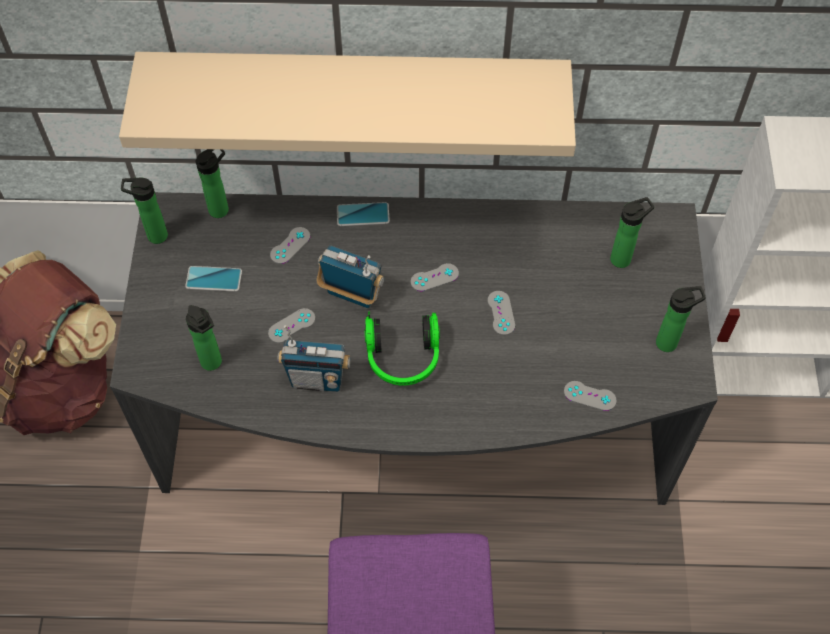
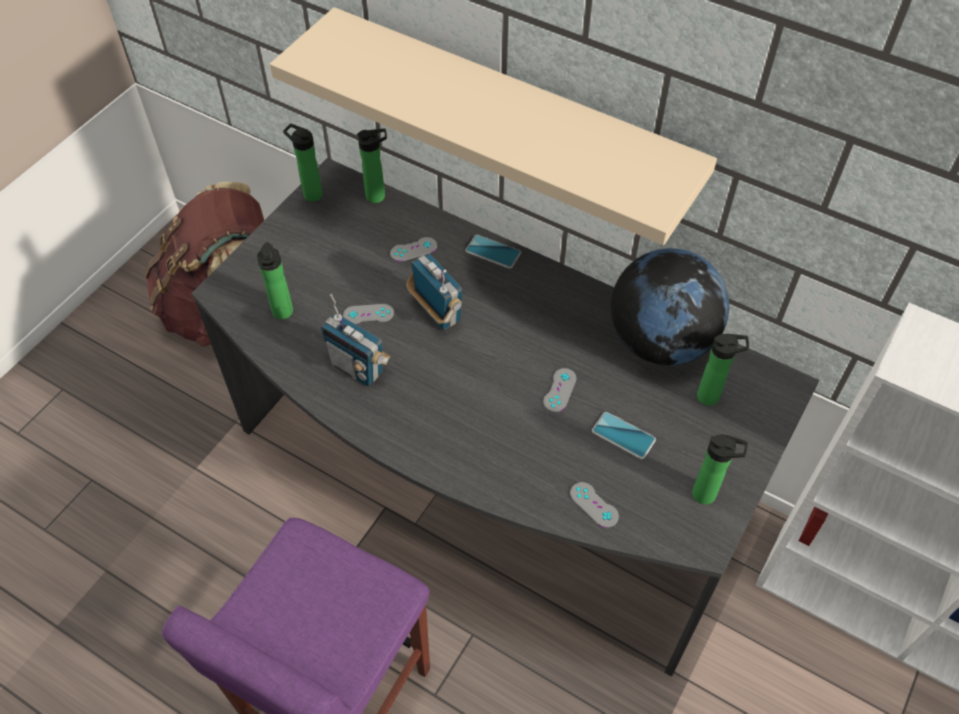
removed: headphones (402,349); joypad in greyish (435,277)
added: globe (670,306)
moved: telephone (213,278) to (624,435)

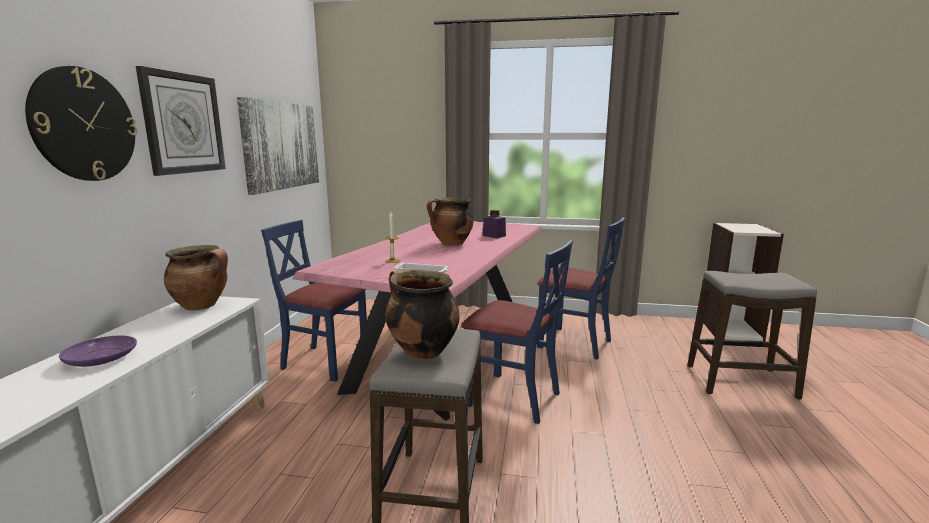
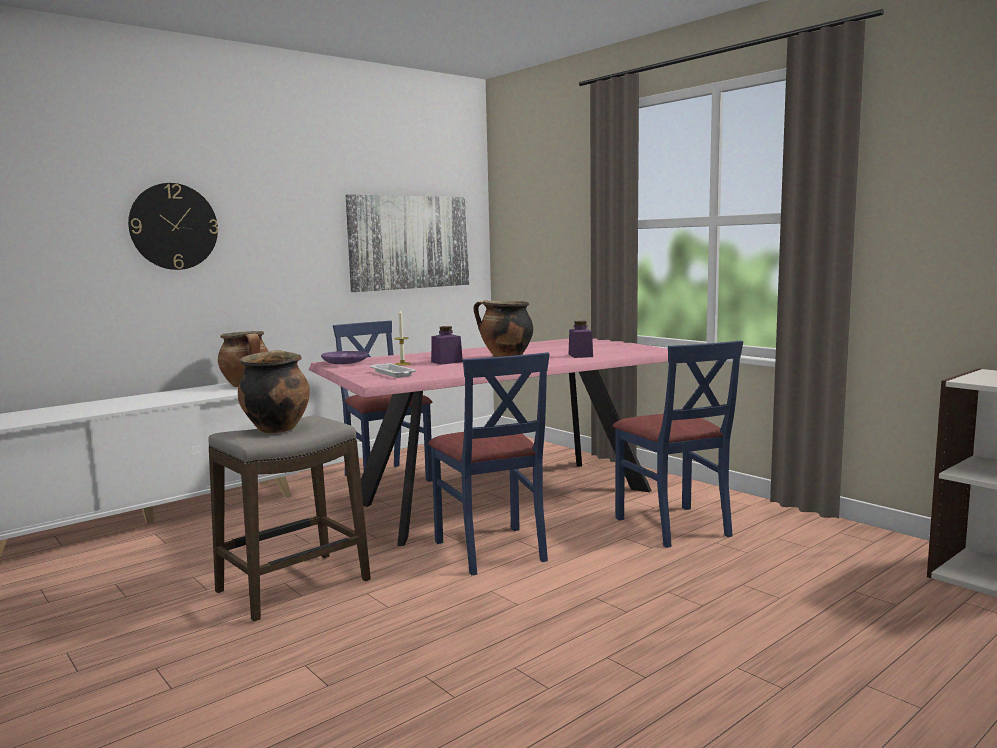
removed: wall clock (181,121); stool seat (752,335)
added: preserve jar in purple (447,345)
moved: plate in purple (98,351) to (344,357)

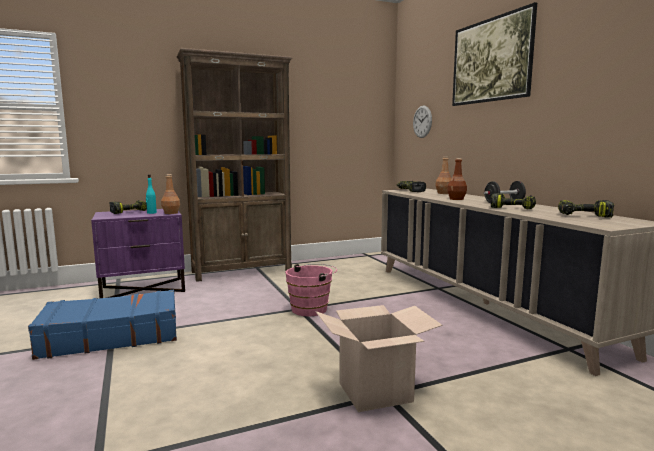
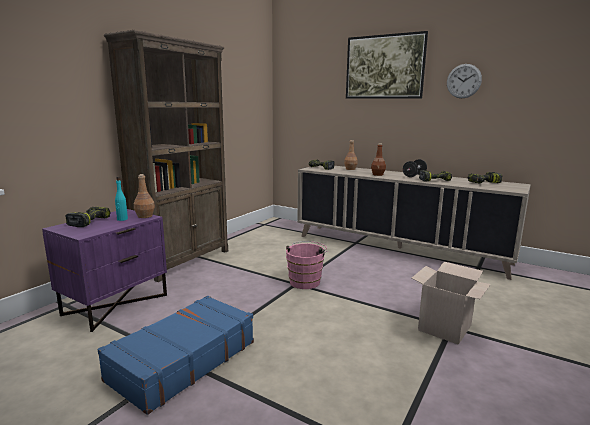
moved: wall clock (422,122) to (464,81)

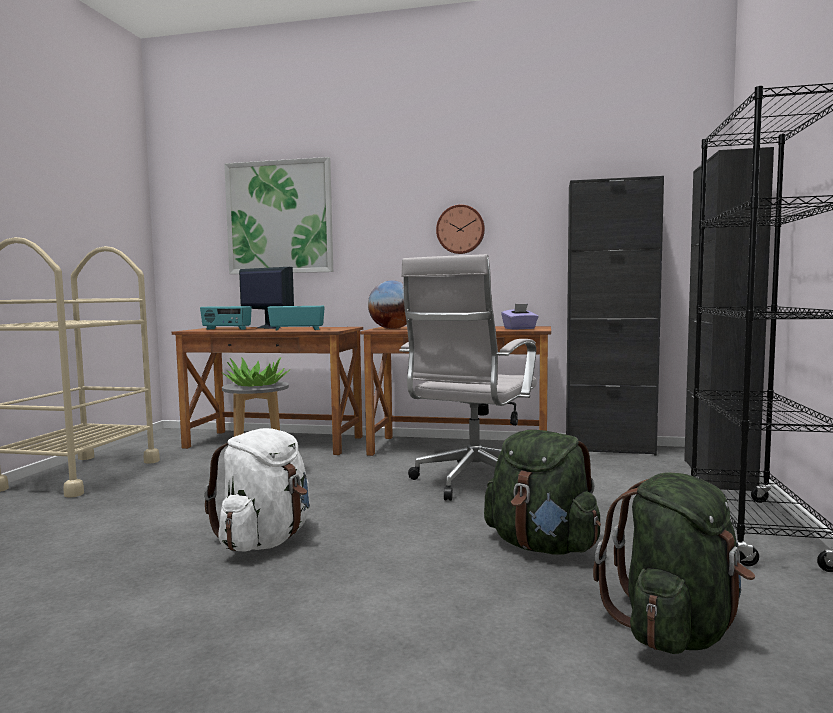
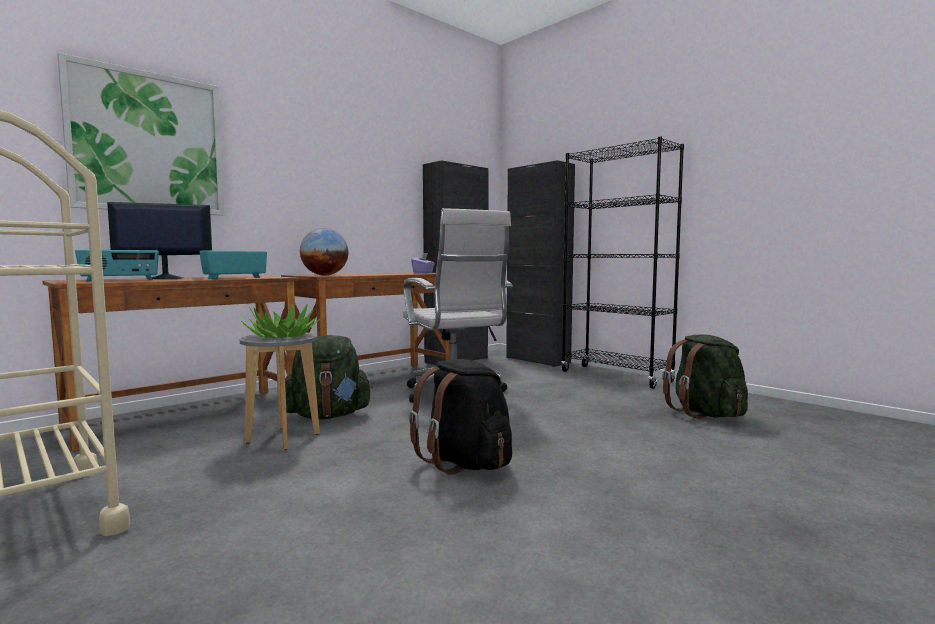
removed: wall clock (460,229)
moved: rucksack in greenish (542,492) to (329,377)
recoloured: rucksack in white-coloured (257,489) to rucksack in blackish (460,417)

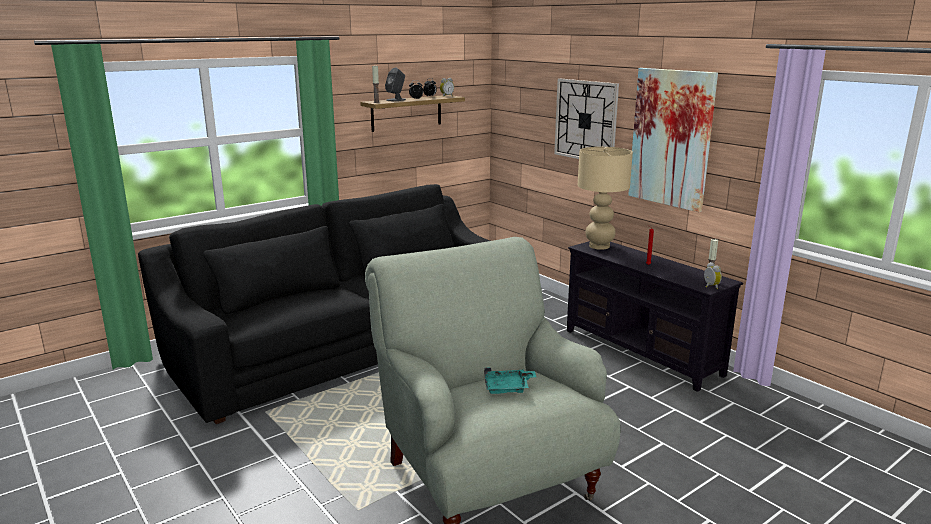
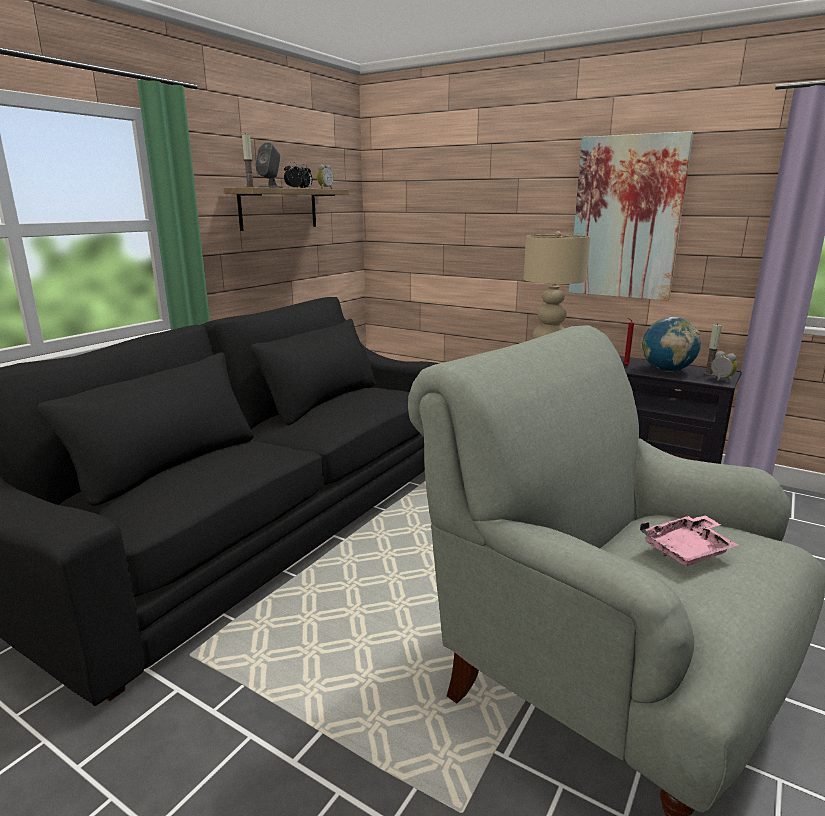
removed: wall clock (586,119)
added: globe (671,344)
recoloured: carrying tray in turquoise-coloured (510,380) to carrying tray in pink (689,540)

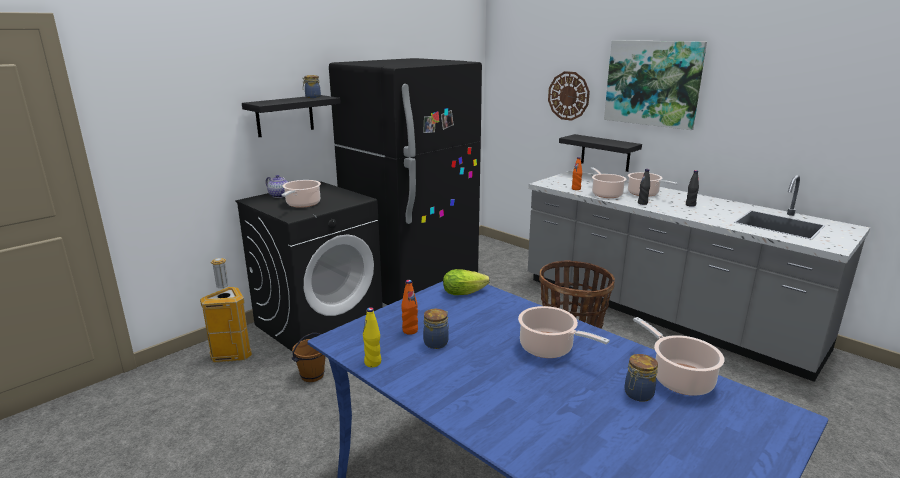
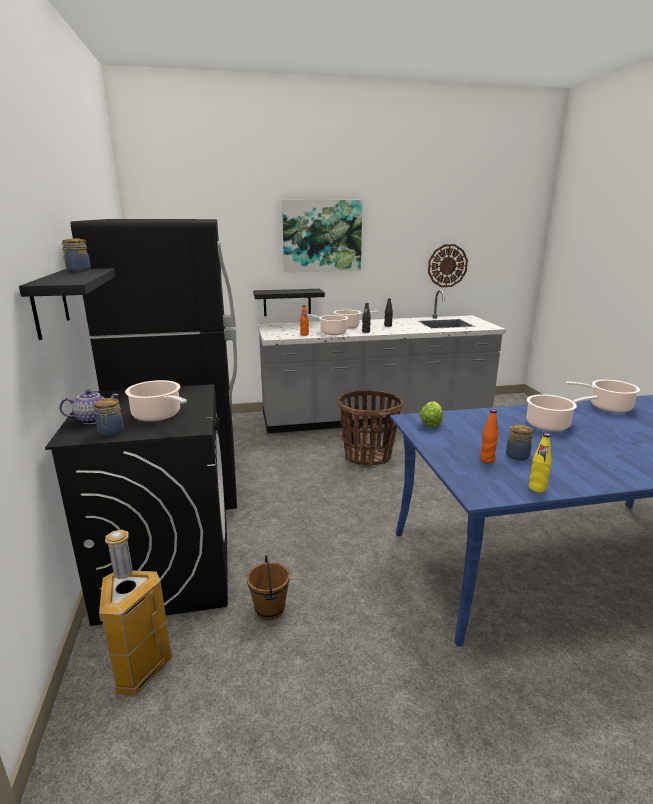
moved: wall clock (569,96) to (448,265); preserve jar (641,378) to (109,417)

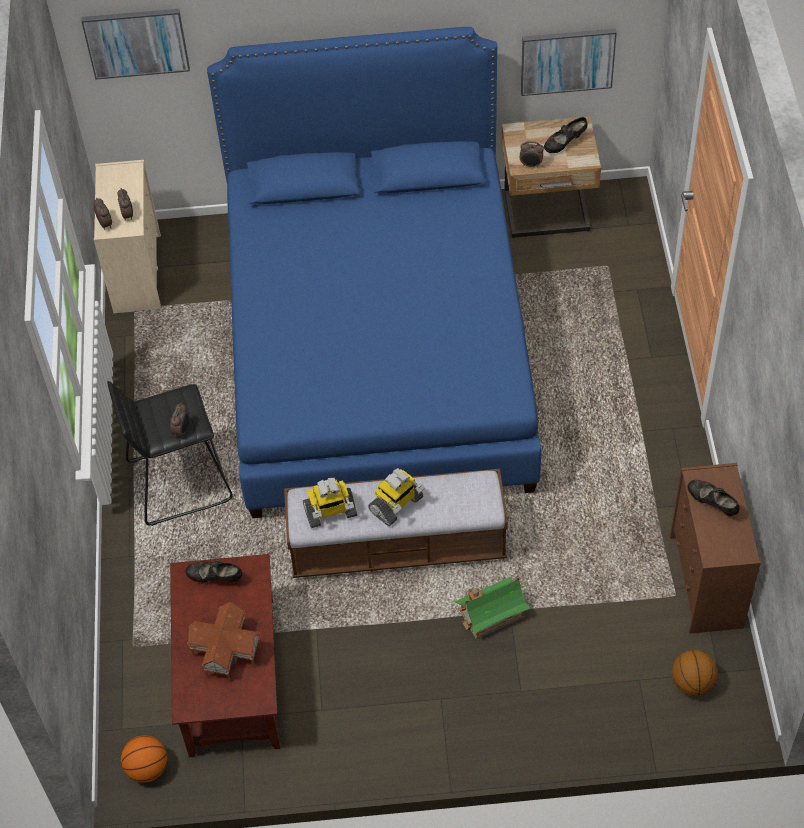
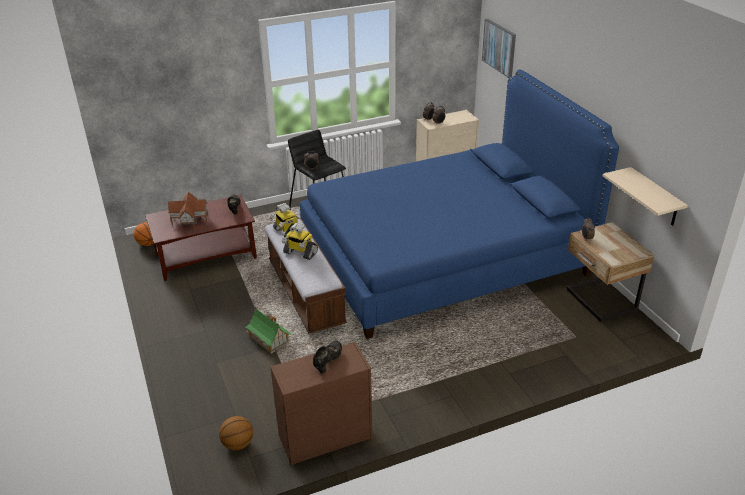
removed: shoe in blackish (566,135)
replaced: wall picture (569,62) to bracket shelf in sand-coloured (645,196)

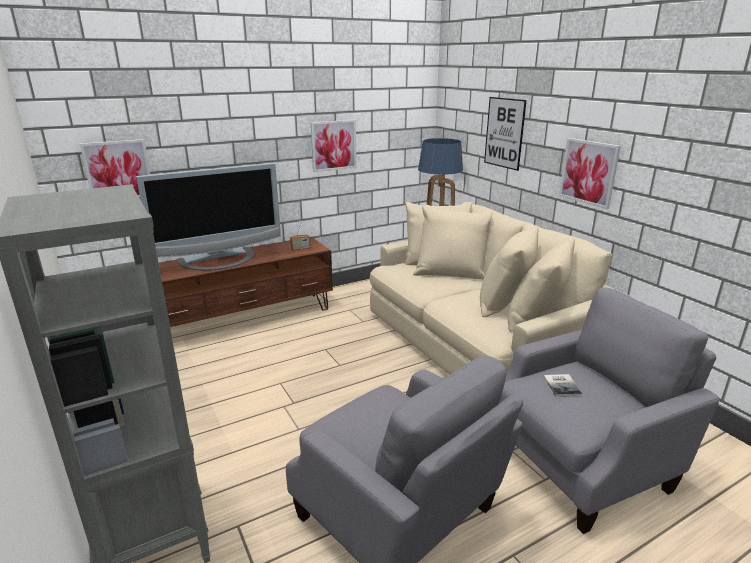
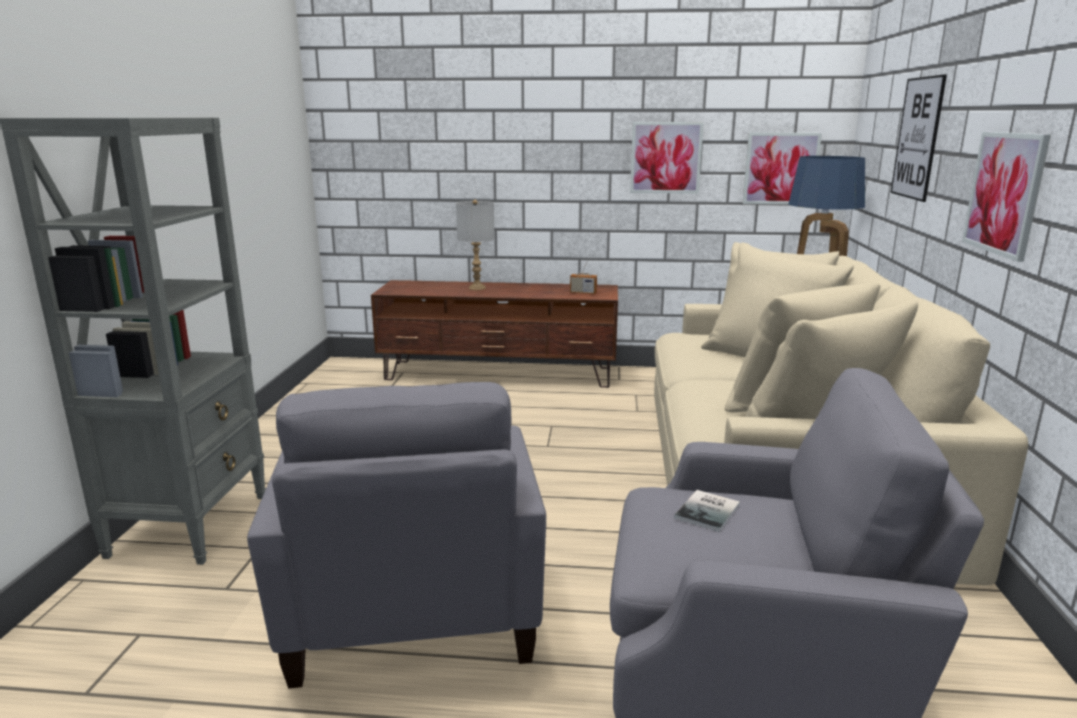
moved: wall picture (115,168) to (782,168)
replaced: television (208,216) to lamp for a table in greyish (475,245)

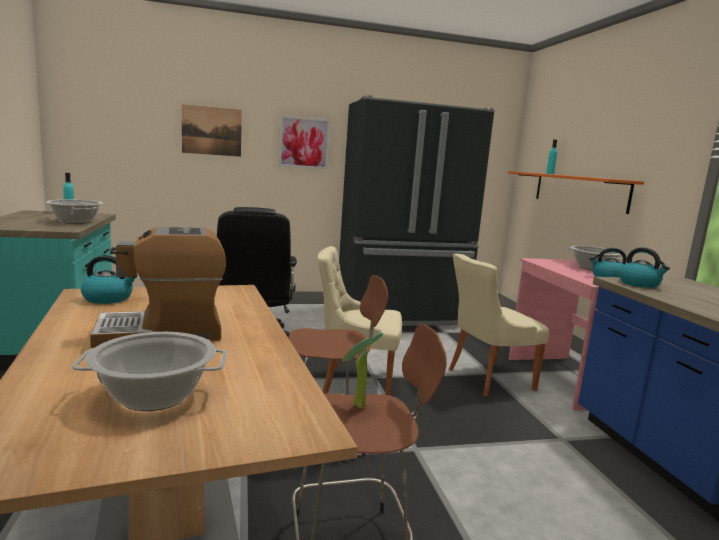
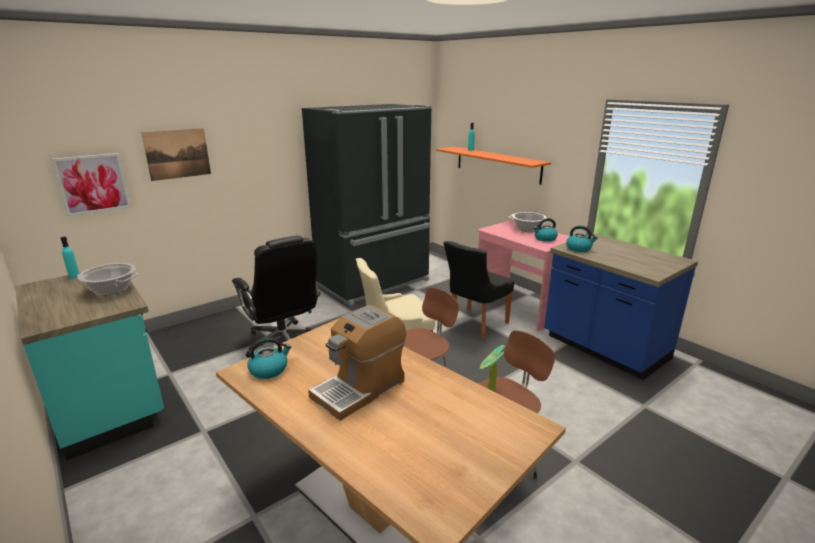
removed: stockpot (149,371)
moved: wall picture (304,142) to (91,184)
recoloured: plain chair in sand-coloured (499,325) to plain chair in blackish (479,290)

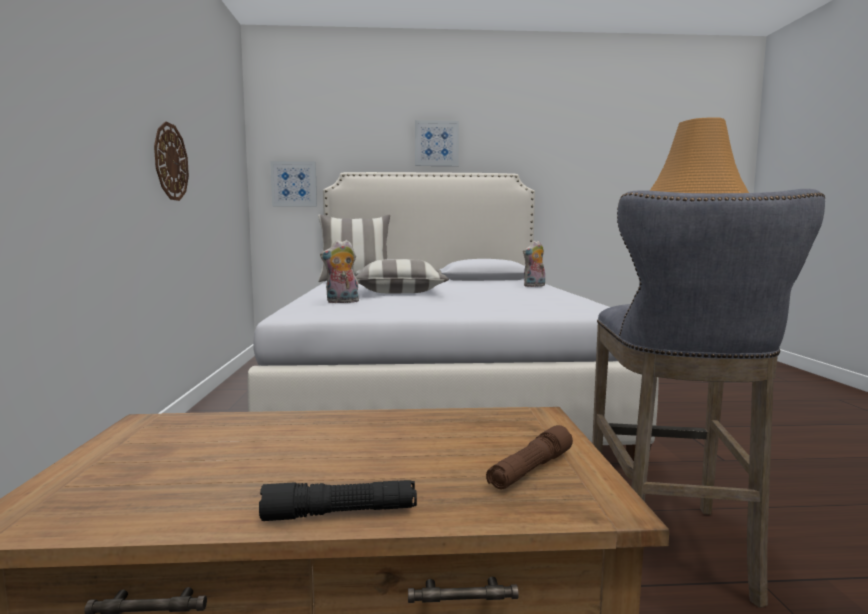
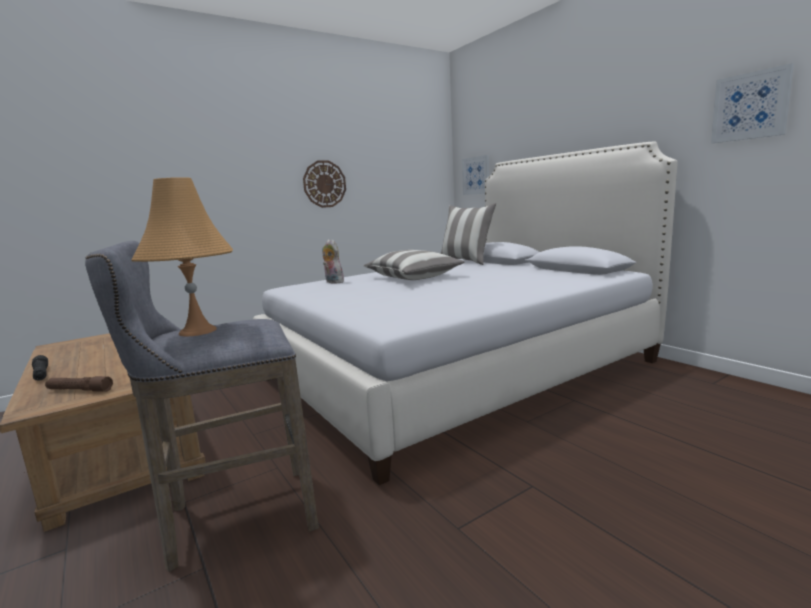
removed: cuddly toy (534,264)
moved: wall picture (437,143) to (752,103)

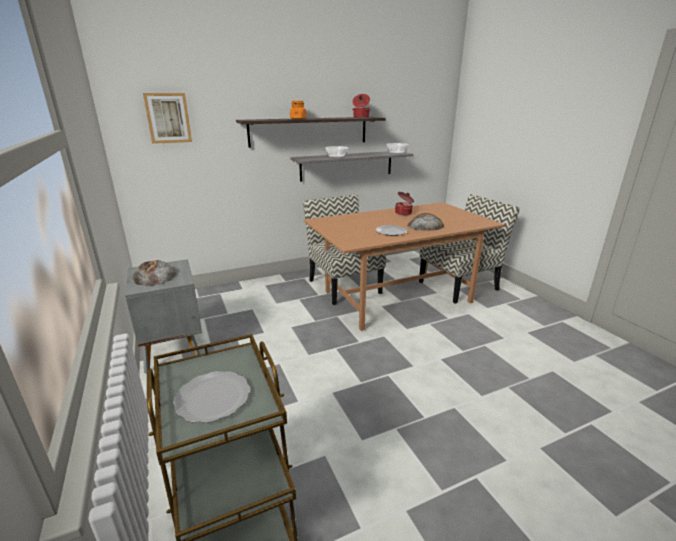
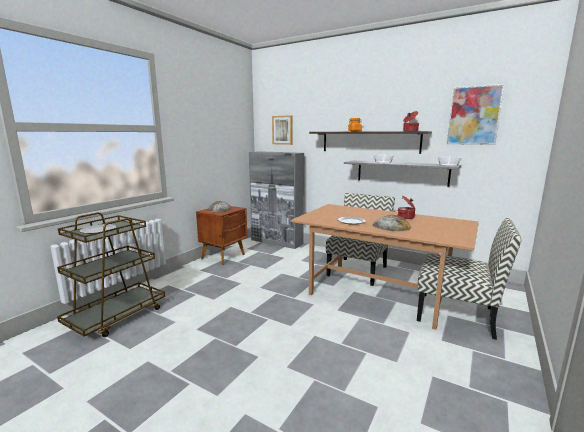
added: cupboard in greyish (276,200); wall picture (475,114)
recoloured: bedside table in greyish (163,316) to bedside table in brownish (222,235)

